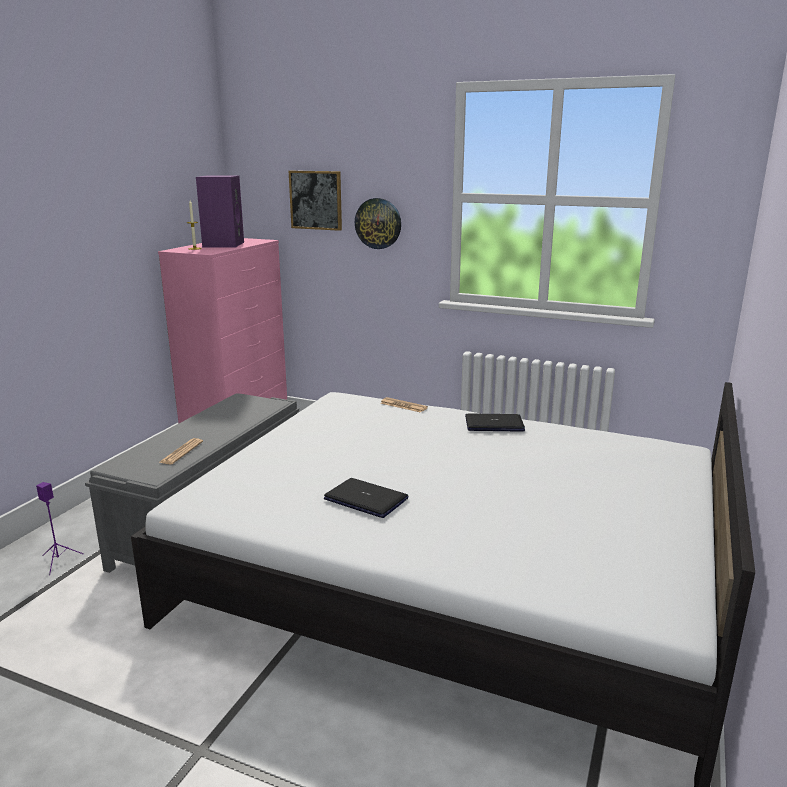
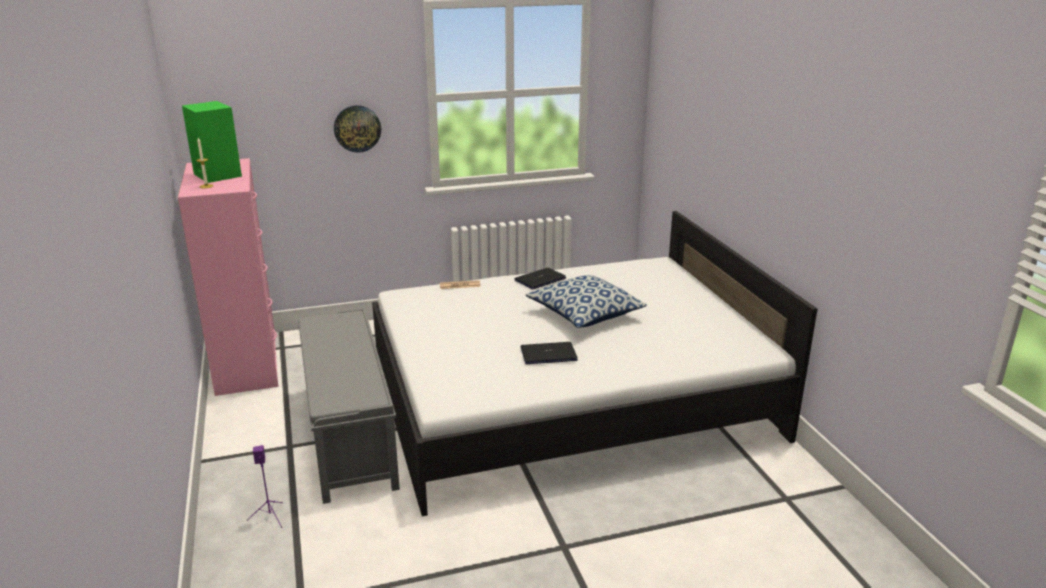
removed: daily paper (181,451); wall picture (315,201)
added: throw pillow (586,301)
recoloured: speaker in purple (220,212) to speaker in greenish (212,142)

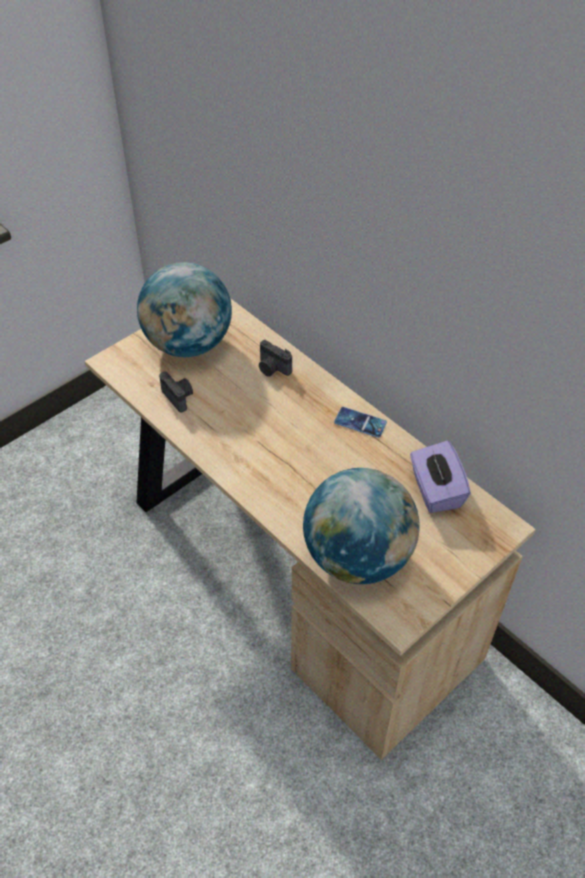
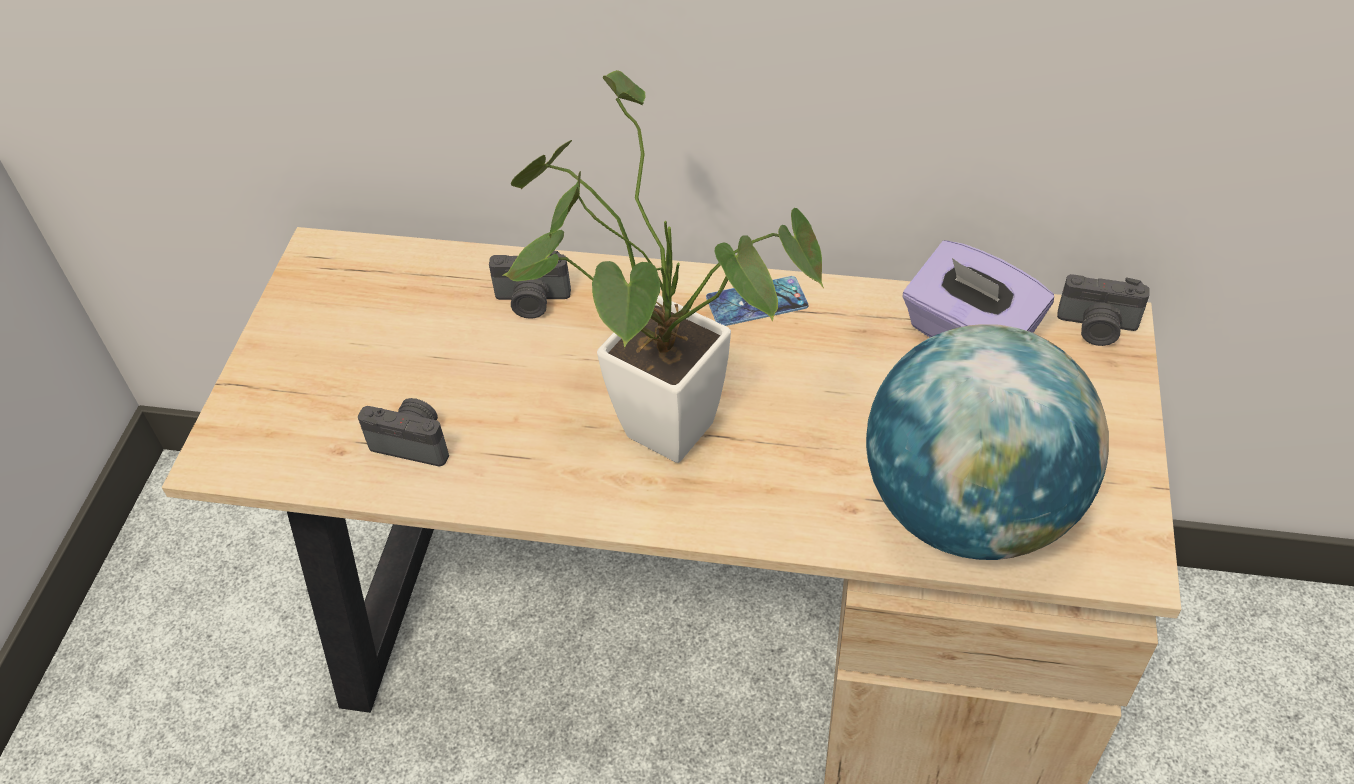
removed: globe (184,309)
added: houseplant (663,266); still camera (1103,310)

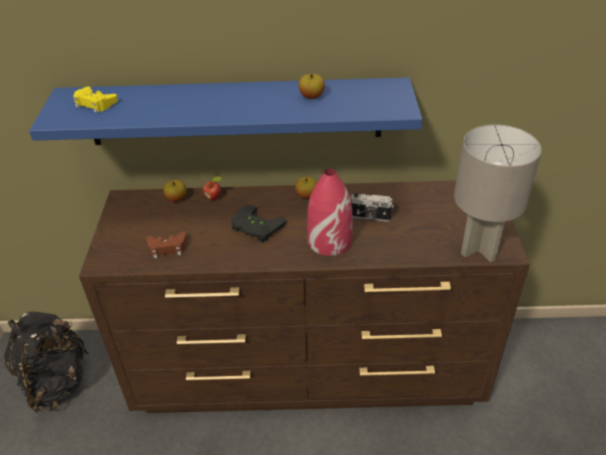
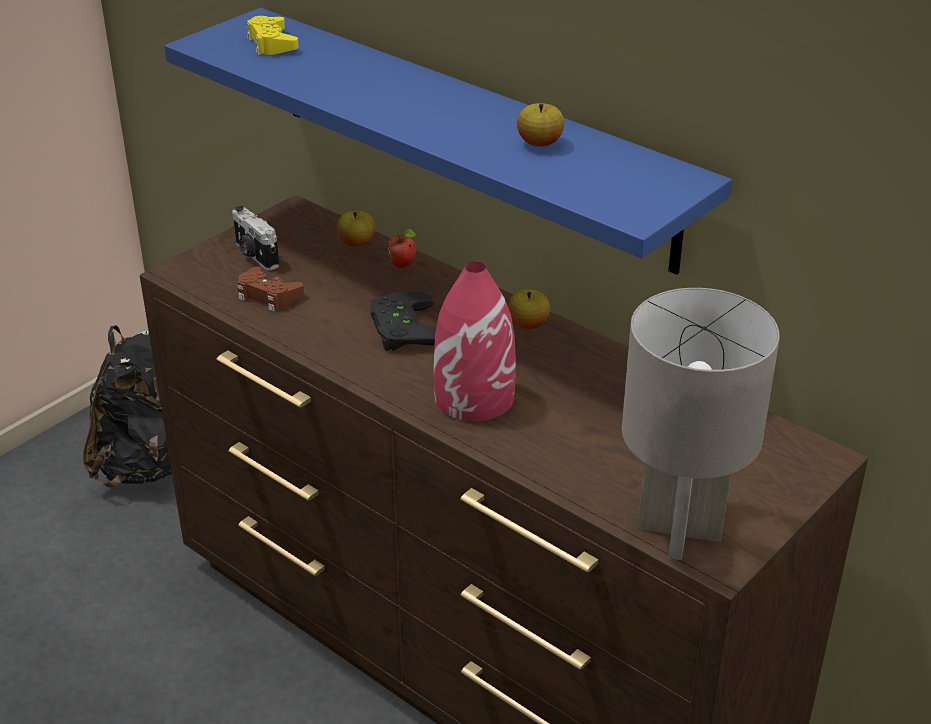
moved: still camera (372,207) to (255,238)

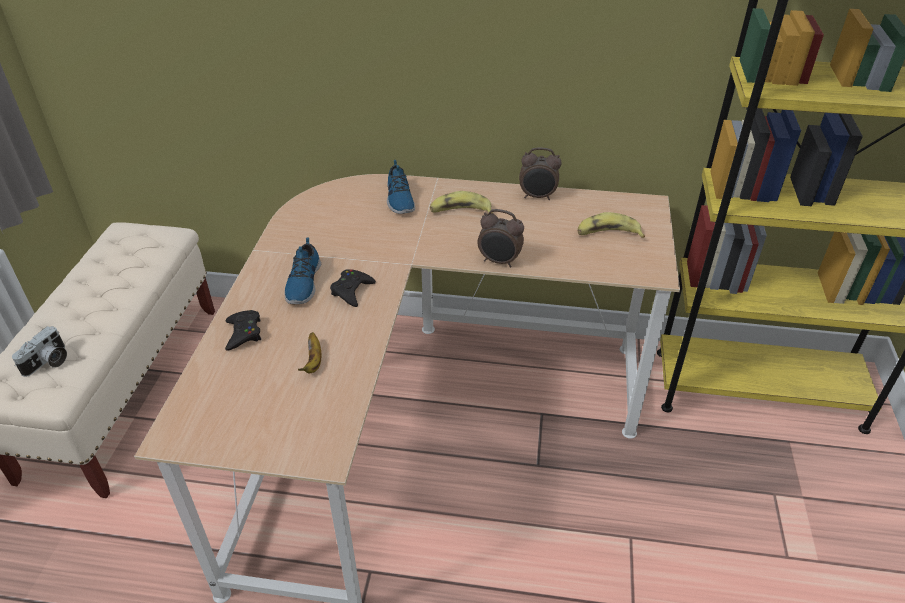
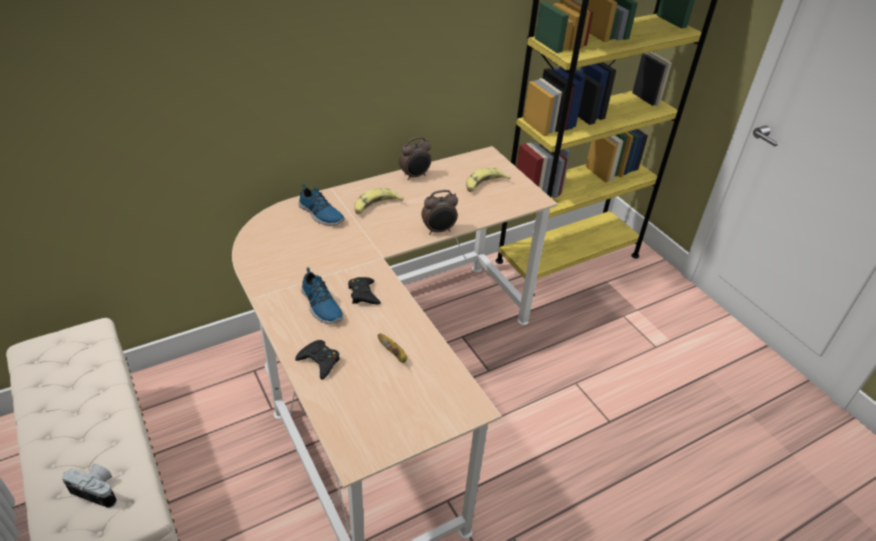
turned: still camera (39,351) = (89,486) 60 degrees counterclockwise

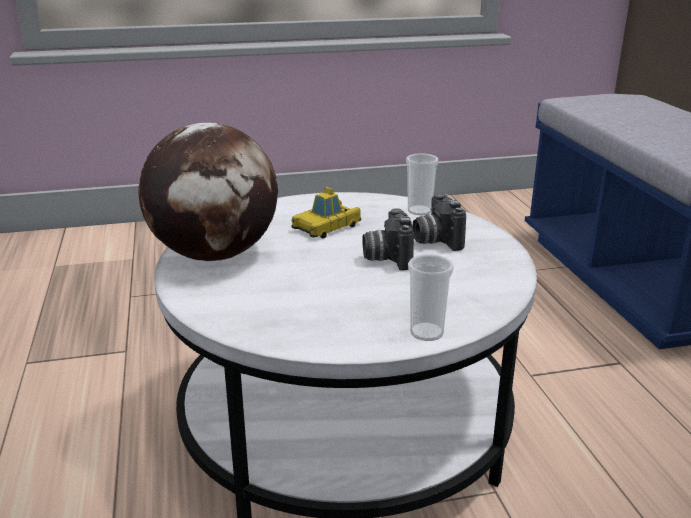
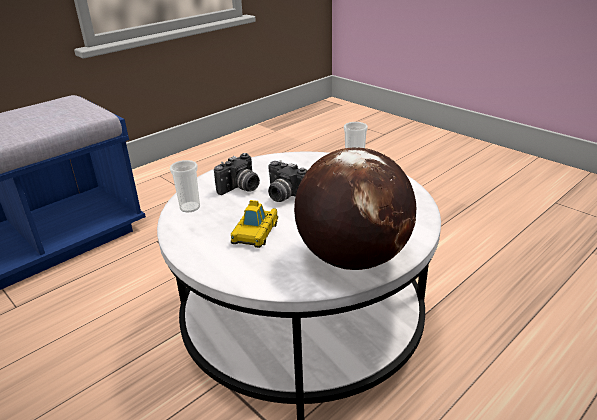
turned: miniature car (326,213) = (254,224) 90 degrees clockwise; still camera (388,239) = (287,181) 75 degrees clockwise

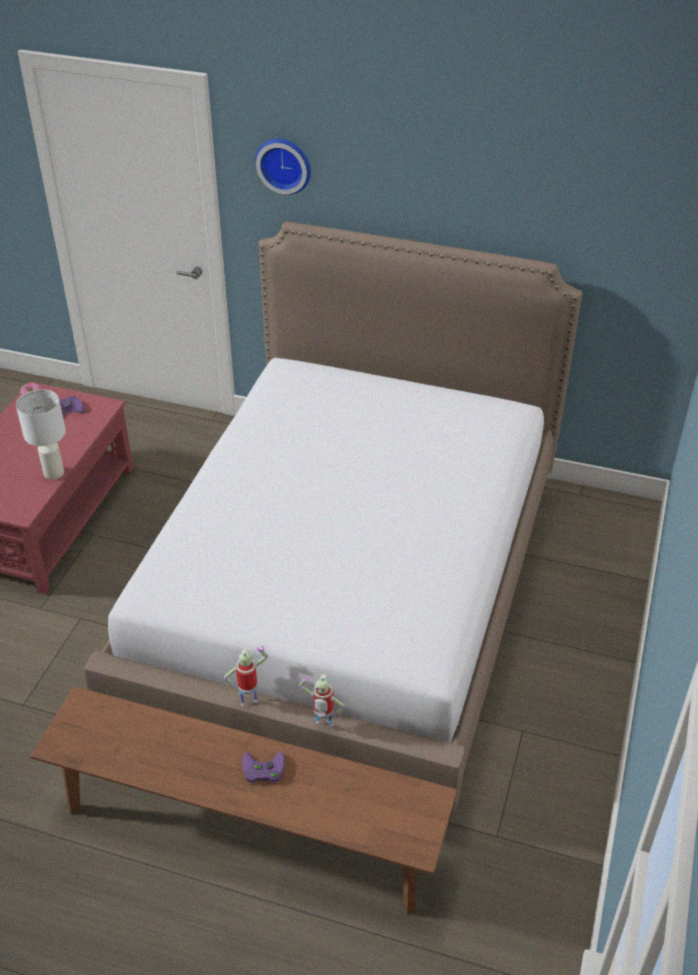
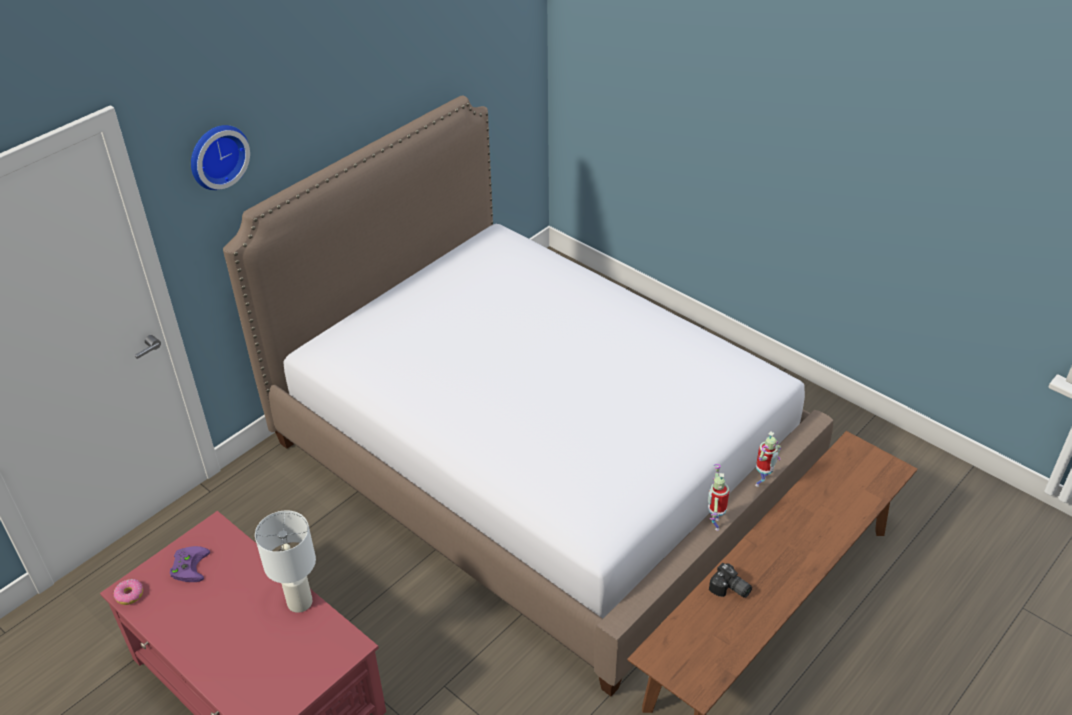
removed: joypad in purple (263,768)
added: still camera (730,580)

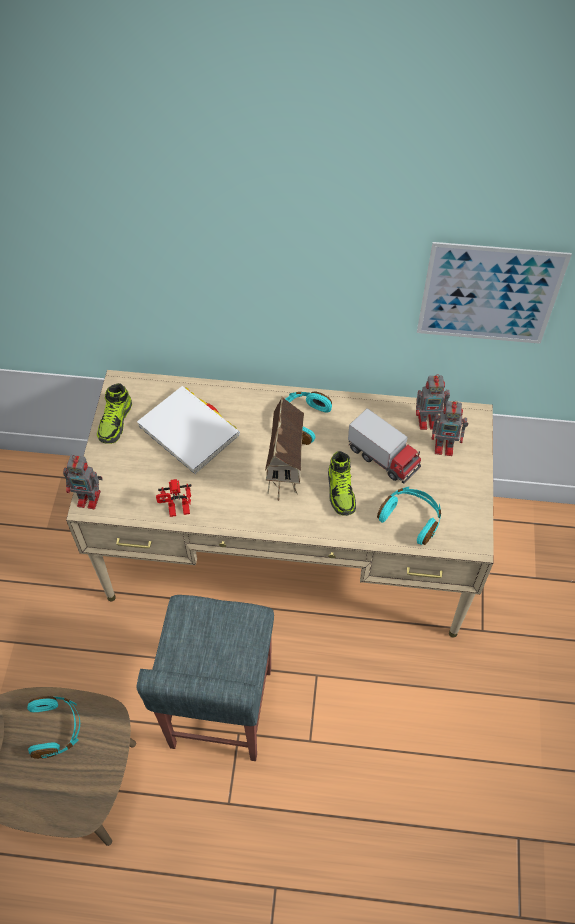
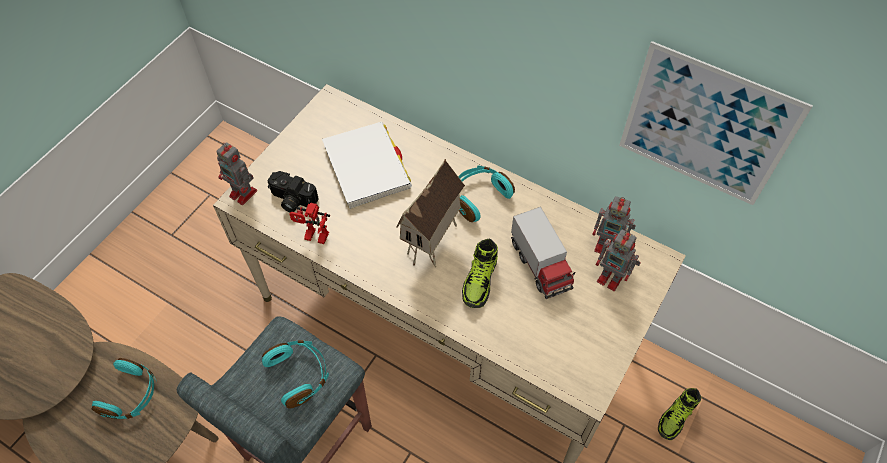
added: still camera (293,191)
moved: shoe (114,413) to (679,414); headphones in turquoise-coloured (409,516) to (295,374)

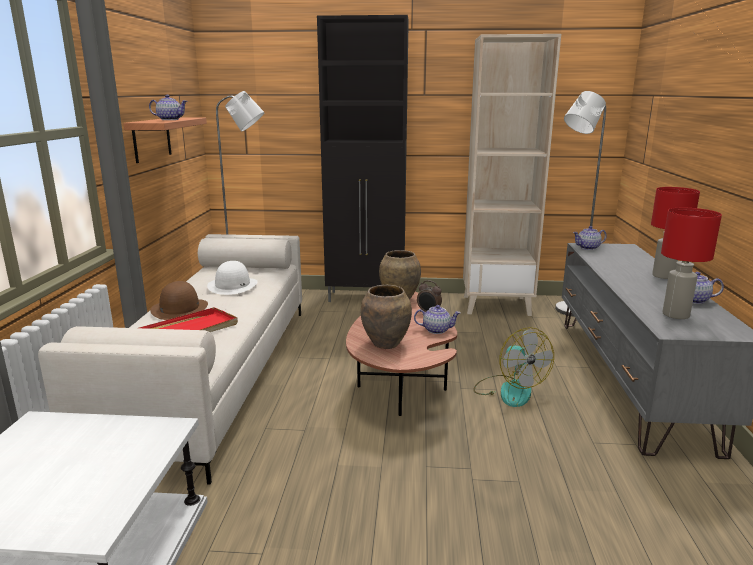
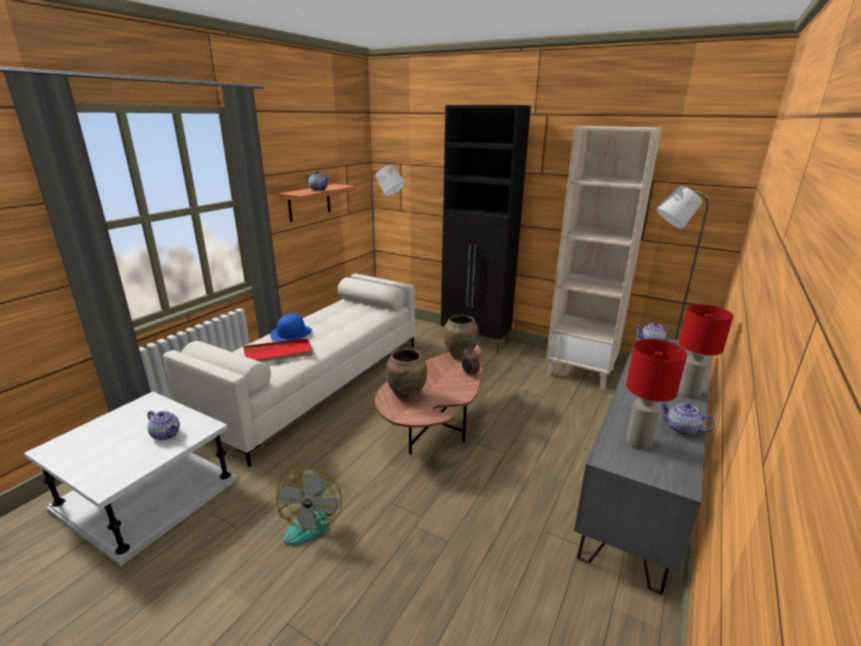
removed: clothing hat in white-coloured (232,278)
moved: teapot (437,319) to (163,425); fan (513,367) to (309,507)
recoloured: clothing hat in brownish (179,300) to clothing hat in bluish (291,327)

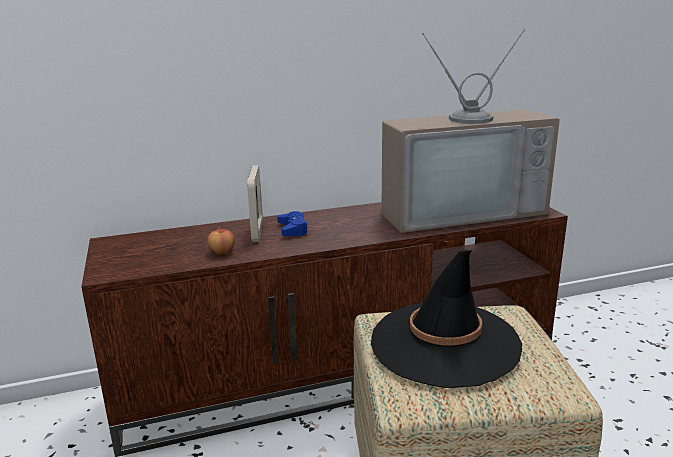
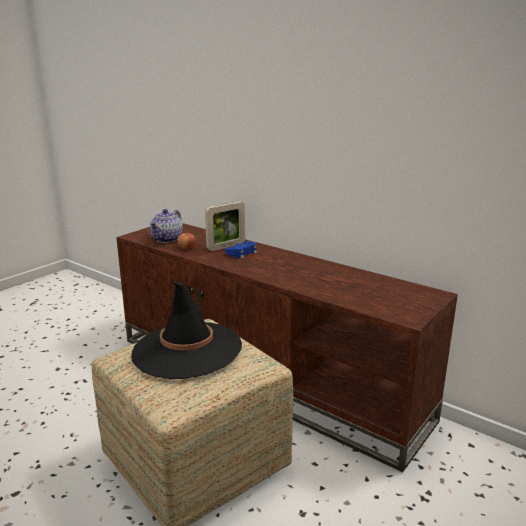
removed: television (470,131)
added: teapot (166,226)

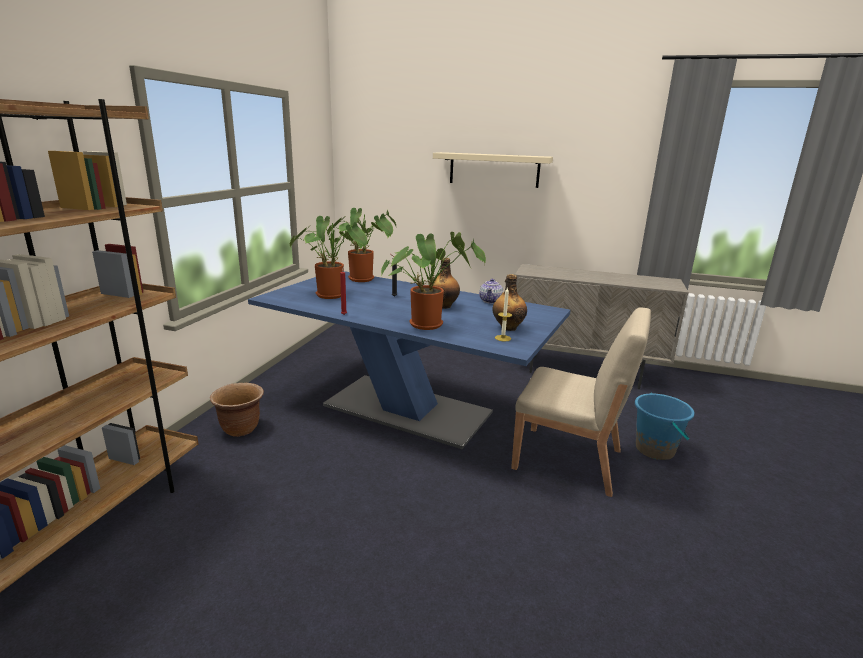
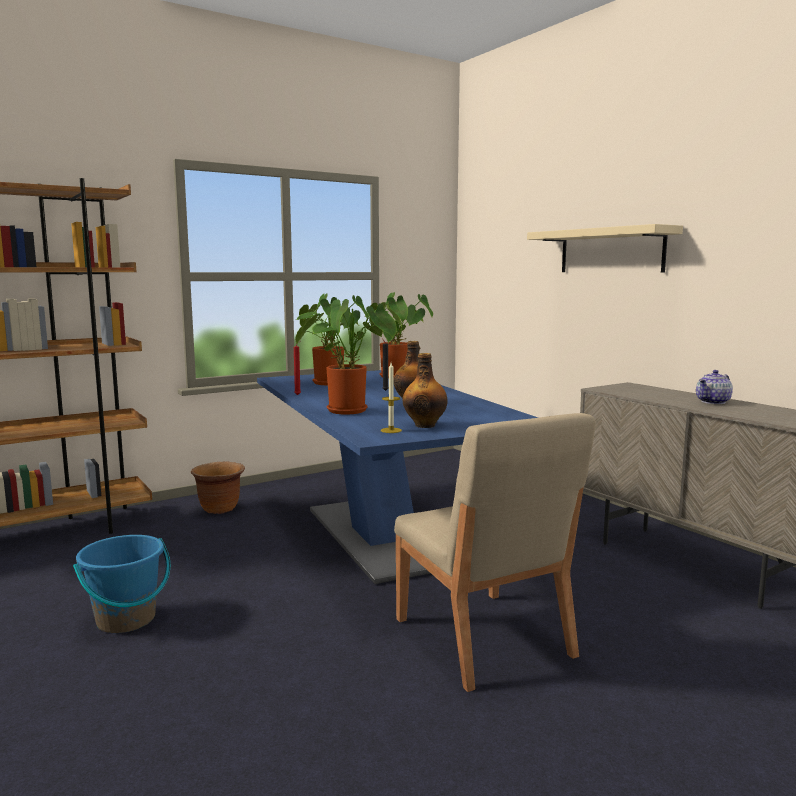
moved: teapot (491,291) to (714,387); water bucket in bluish (665,426) to (121,584)

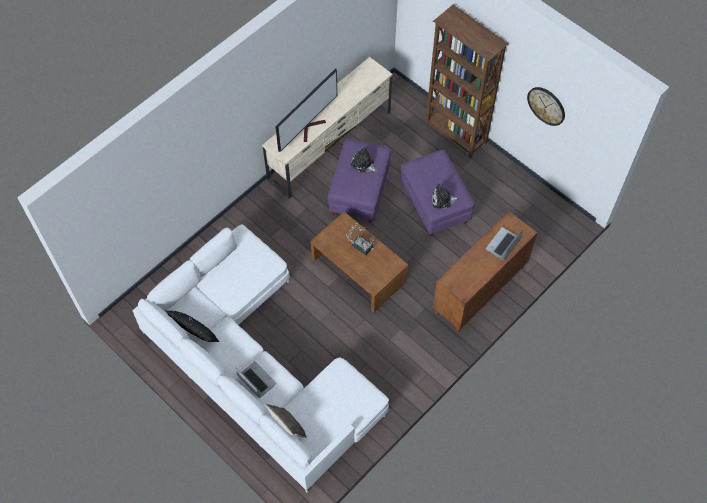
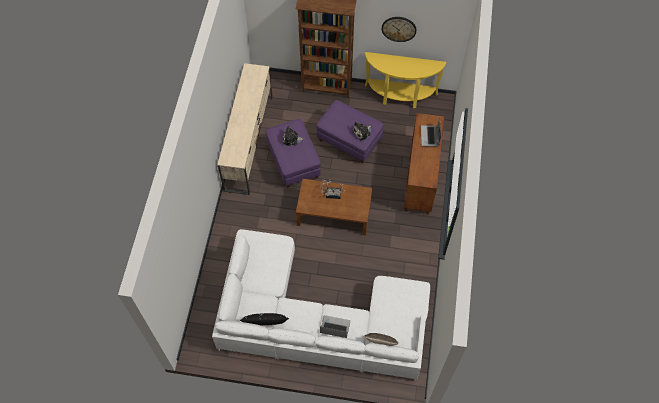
removed: television (306,110)
added: hall table in yellowish (405,80)

